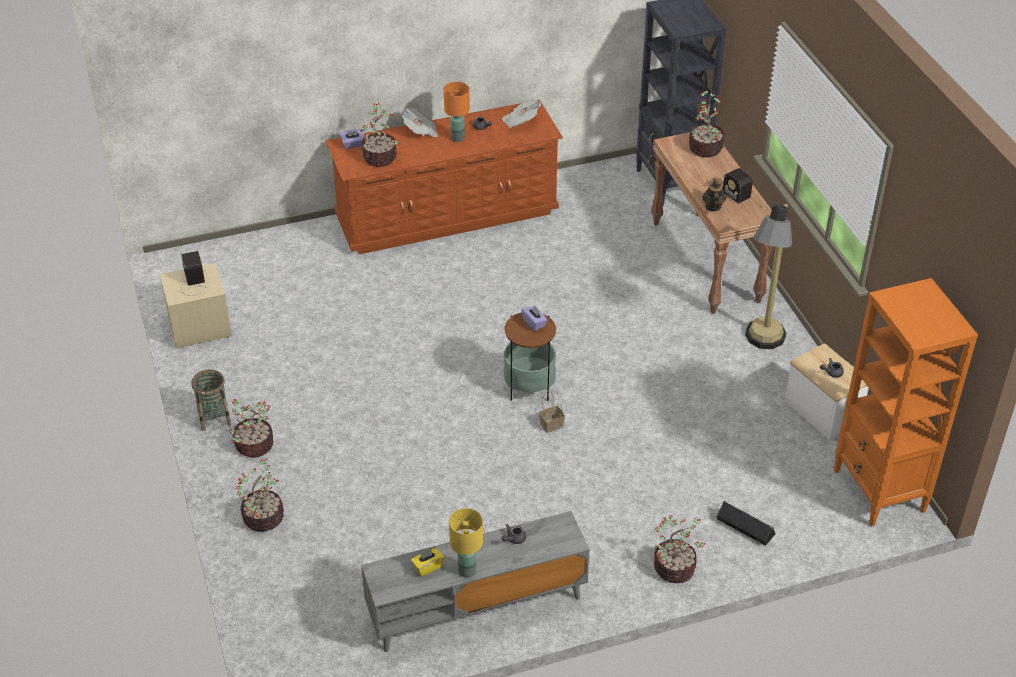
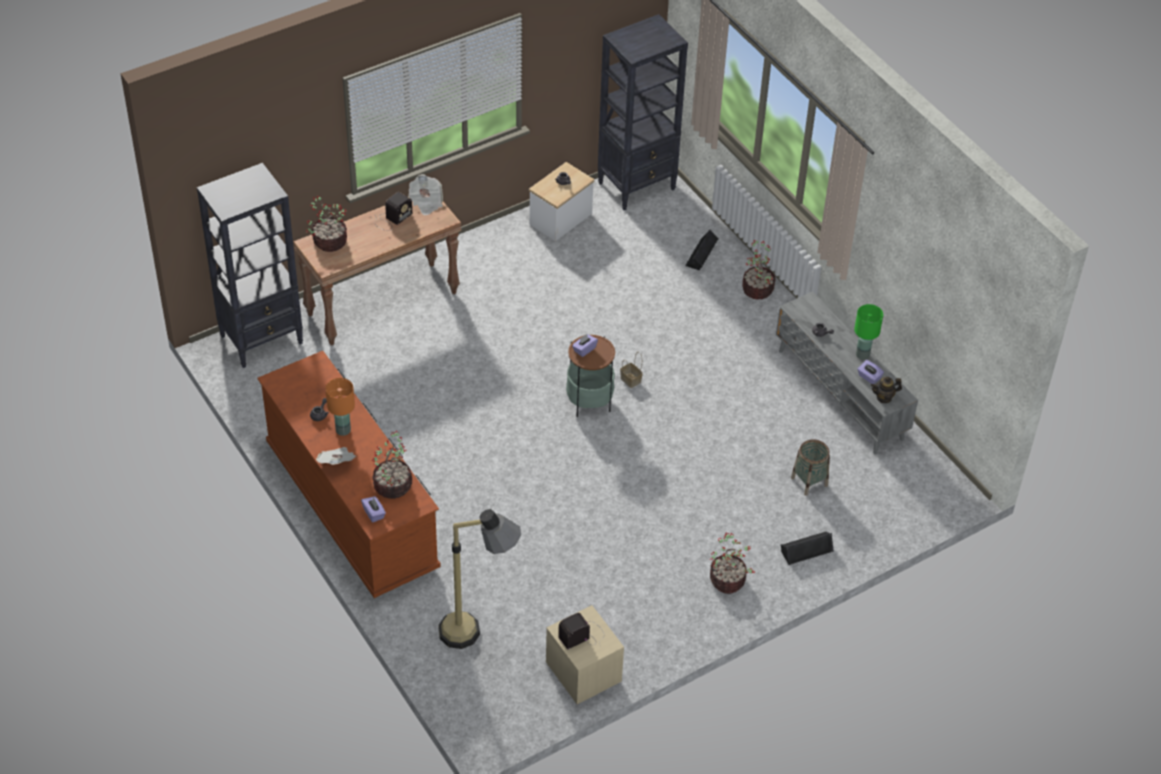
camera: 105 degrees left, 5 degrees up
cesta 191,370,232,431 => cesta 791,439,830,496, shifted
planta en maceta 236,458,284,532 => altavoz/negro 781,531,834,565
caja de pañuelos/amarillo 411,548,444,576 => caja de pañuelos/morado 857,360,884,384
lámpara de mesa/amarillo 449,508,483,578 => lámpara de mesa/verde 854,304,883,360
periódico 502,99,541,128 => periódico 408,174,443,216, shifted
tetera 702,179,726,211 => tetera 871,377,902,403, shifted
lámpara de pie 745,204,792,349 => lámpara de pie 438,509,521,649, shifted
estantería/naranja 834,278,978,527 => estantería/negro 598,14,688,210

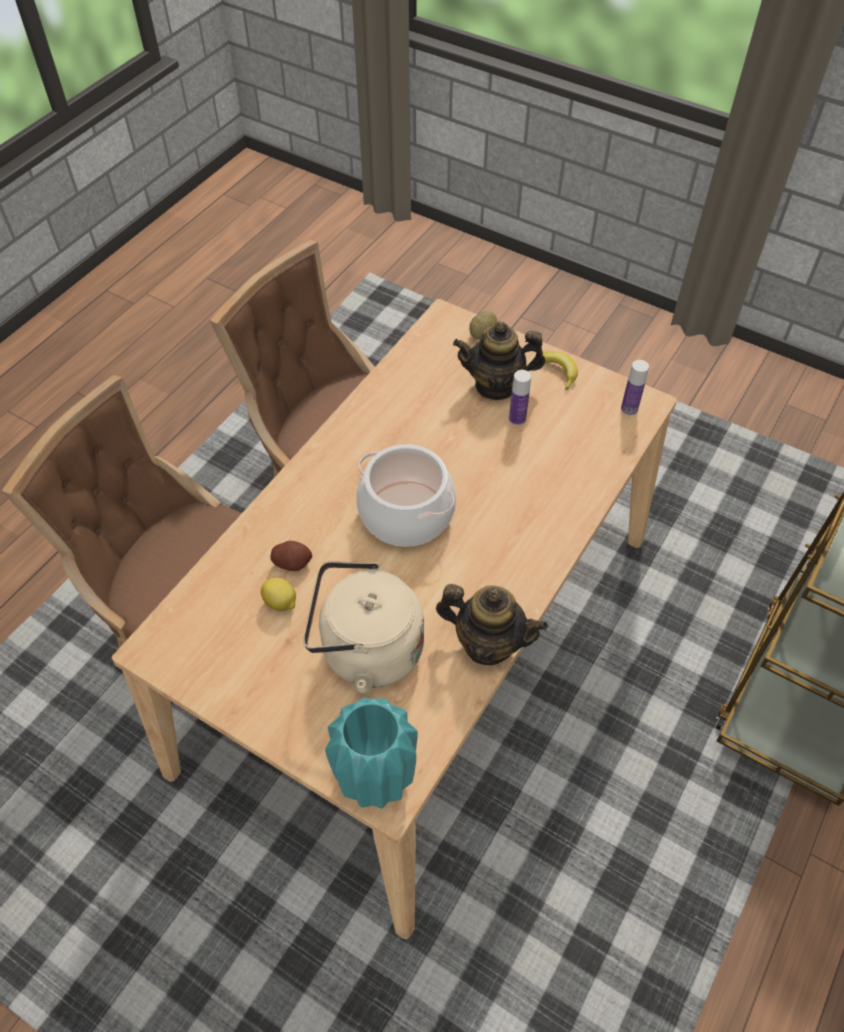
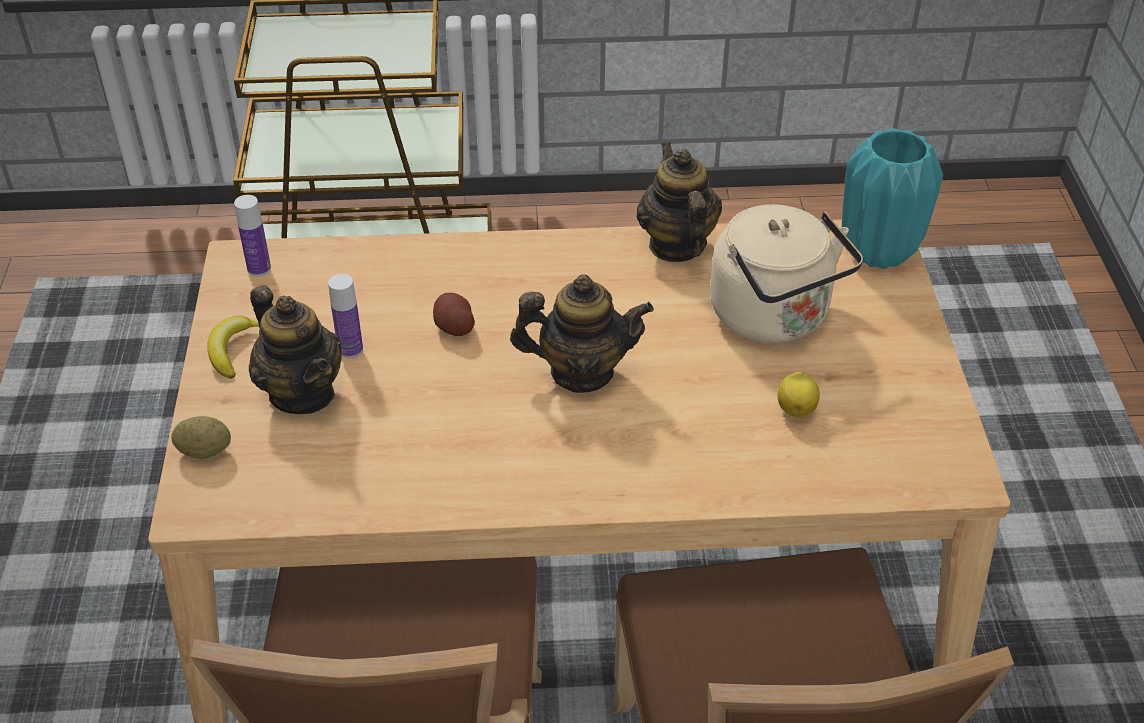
camera: 125 degrees left, 10 degrees down
patata 270,541,312,571 => patata 433,293,475,336, shifted
olla 356,444,456,547 => tetera 510,274,654,393

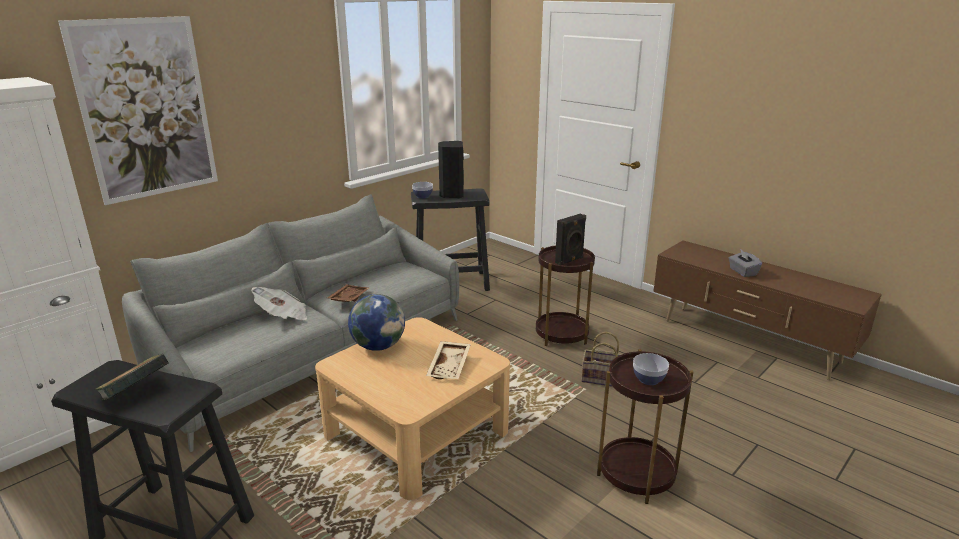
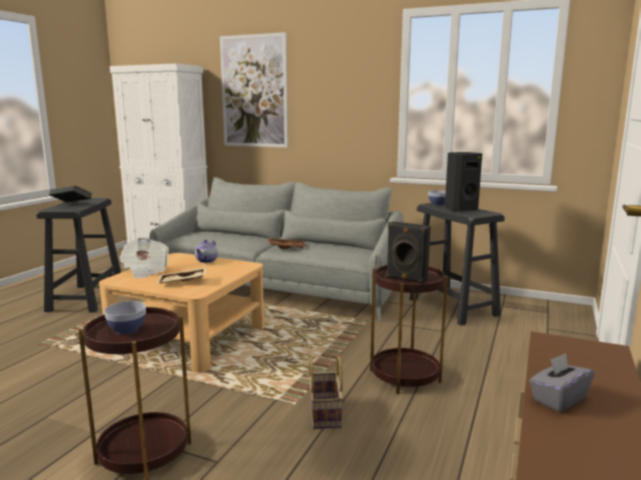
camera: 70 degrees right, 10 degrees down
periódico 251,287,307,320 => periódico 119,237,169,279, shifted
globo terráqueo 348,294,405,351 => tetera 195,240,218,263

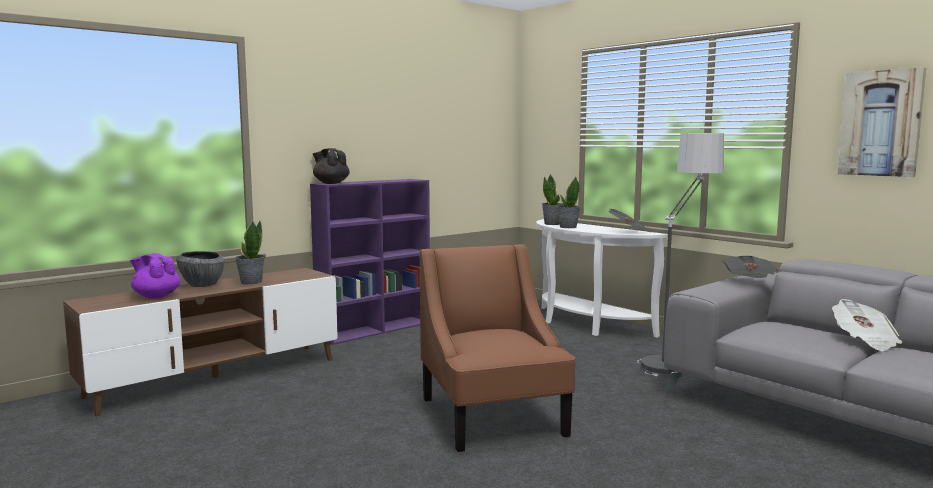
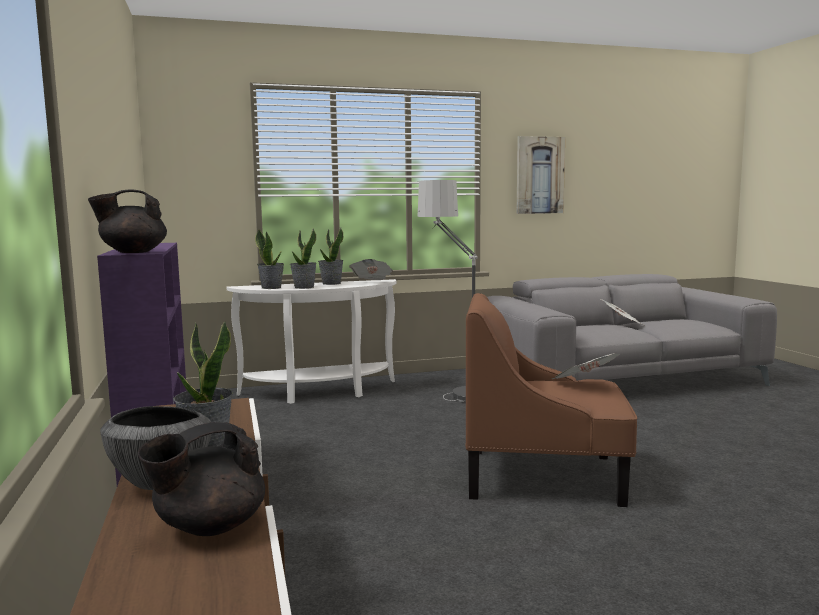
camera: 65 degrees left, 0 degrees up
tetera/morado 130,253,181,299 => tetera/negro 138,422,265,536
periódico 721,256,778,278 => periódico 552,353,620,379, shifted
nothing => planta en maceta 318,228,344,285

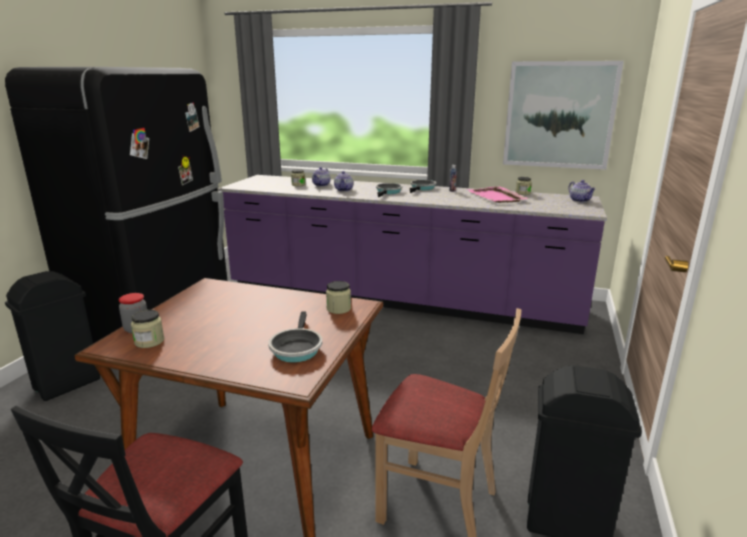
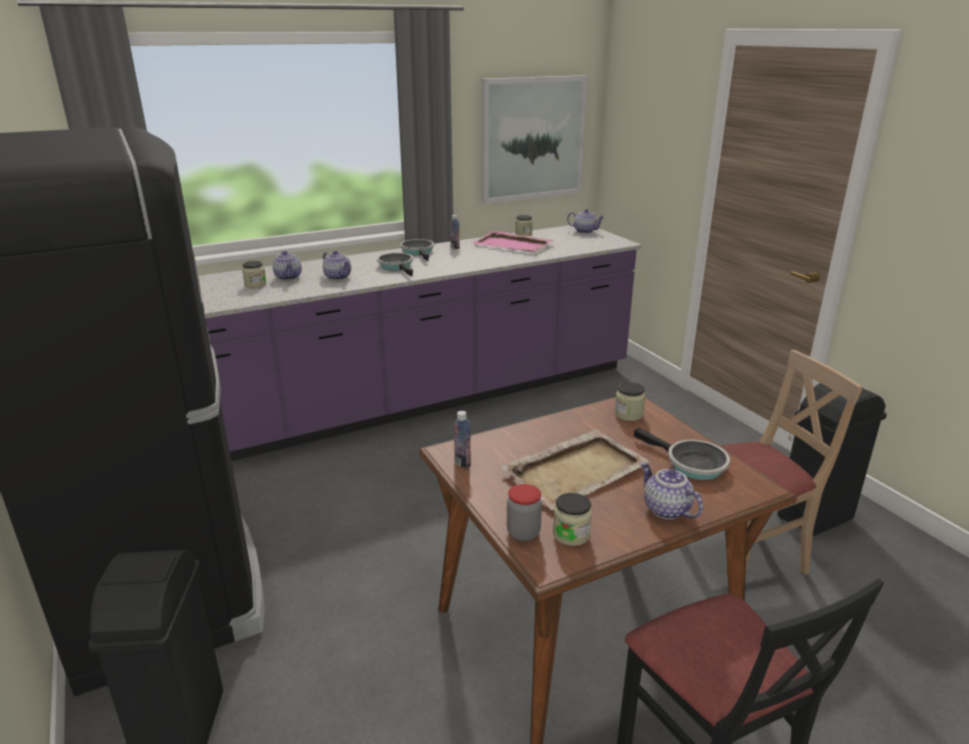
camera: 45 degrees left, 5 degrees up
nothing => botella 454,411,471,468
nothing => bandeja/beis 501,429,650,510
nothing => tetera 640,462,703,520

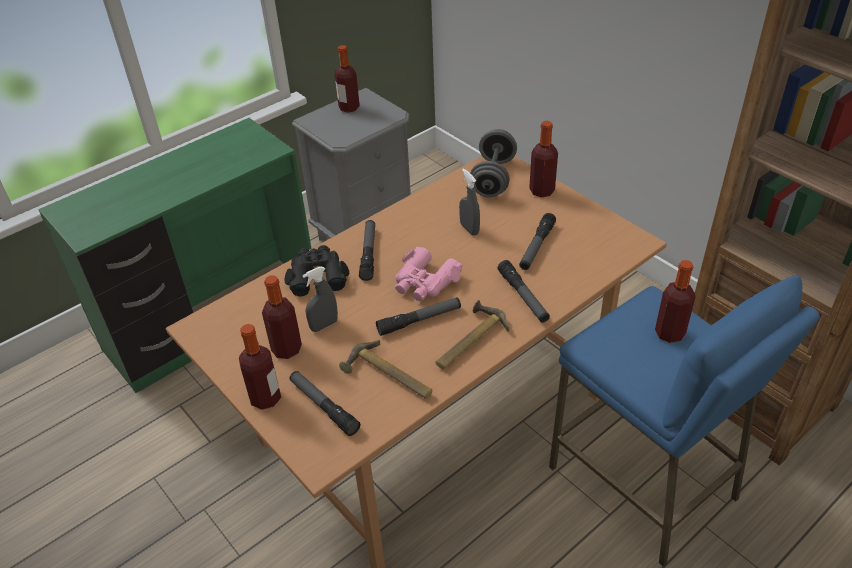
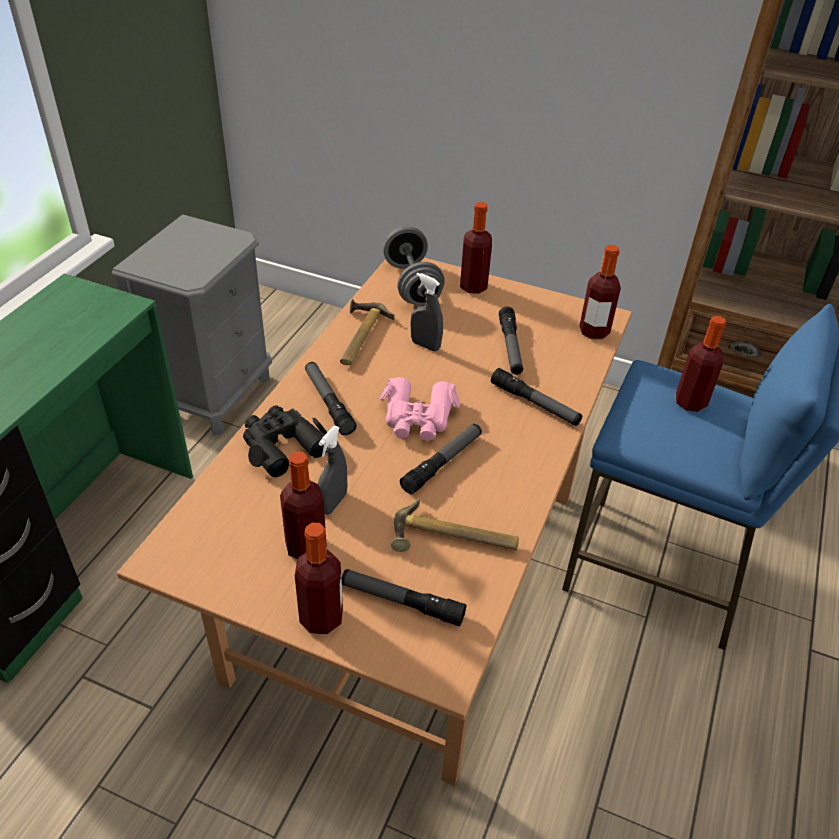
camera: 30 degrees left, 0 degrees up
botella 334,45,360,113 => botella 580,245,621,339, shifted
martillo 435,300,510,369 => martillo 340,299,395,365, shifted

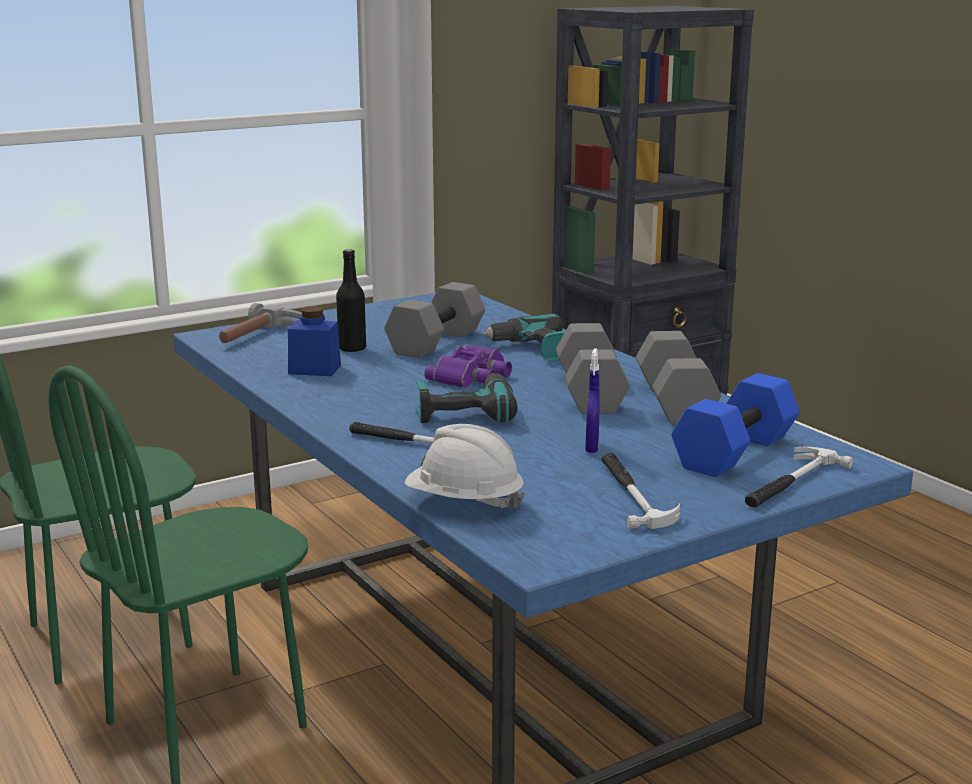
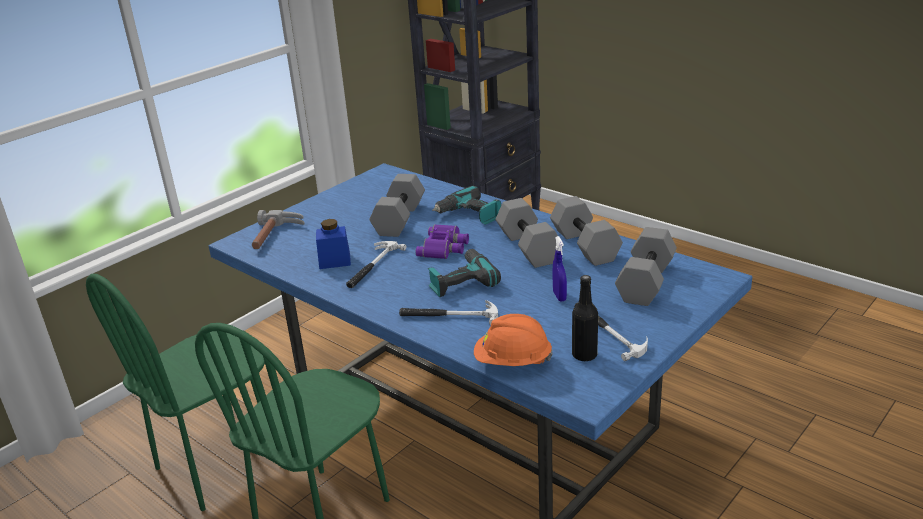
camera: 15 degrees left, 10 degrees up
botella/negro 336,249,366,352 => botella/negro 572,275,598,362, shifted
casco/blanco 405,424,525,510 => casco/naranja 474,314,553,366
mancuerna/azul 671,373,800,477 => mancuerna/gris 615,227,677,306
martillo 745,447,854,508 => martillo 346,241,406,288, shifted

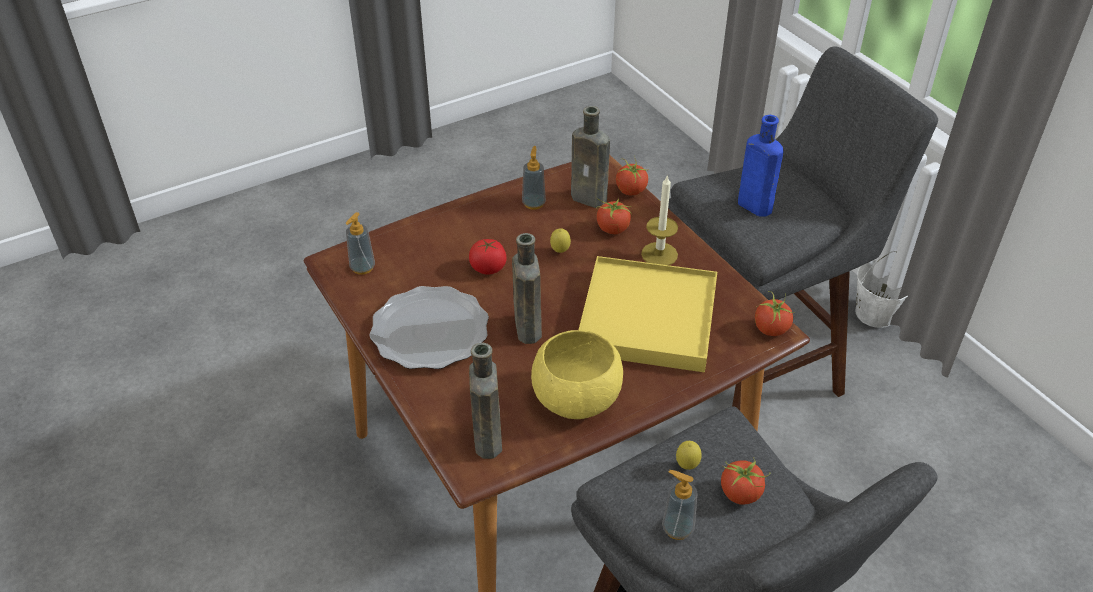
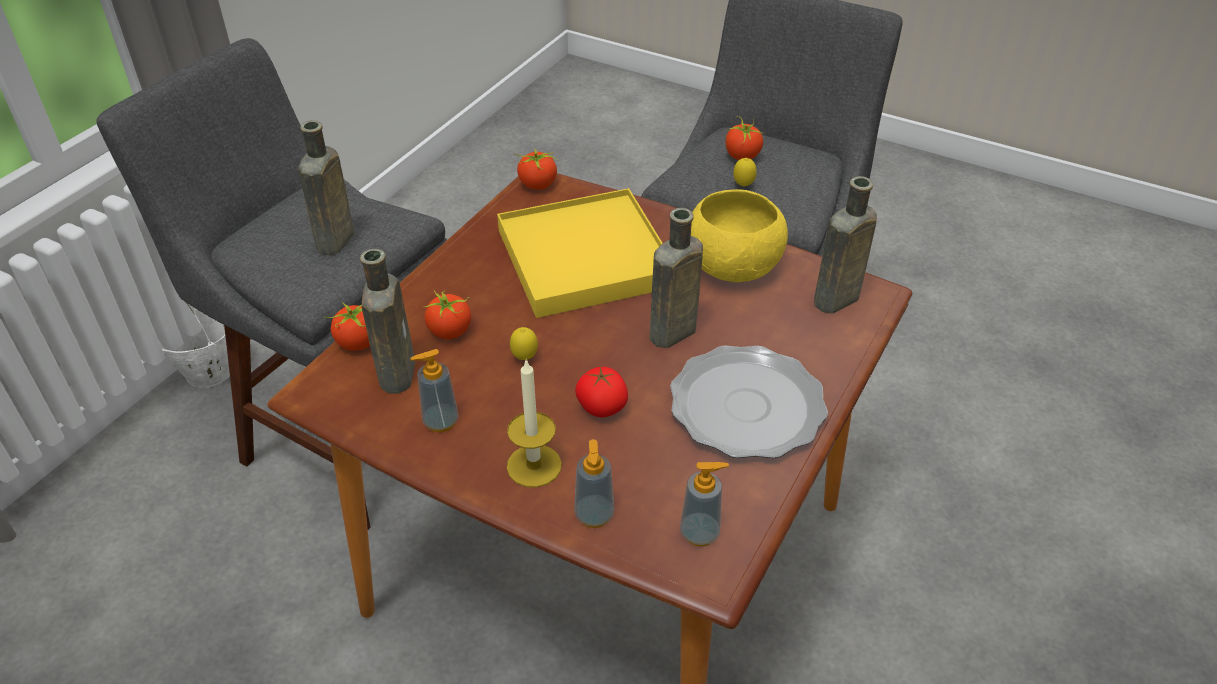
camera: 120 degrees left, 0 degrees up
vela 641,174,678,265 => vela 507,359,562,488, shifted
dispensador de jabón 662,470,698,540 => dispensador de jabón 574,439,614,528, shifted
botella/azul 738,115,783,217 => botella/marrón 298,120,354,255

